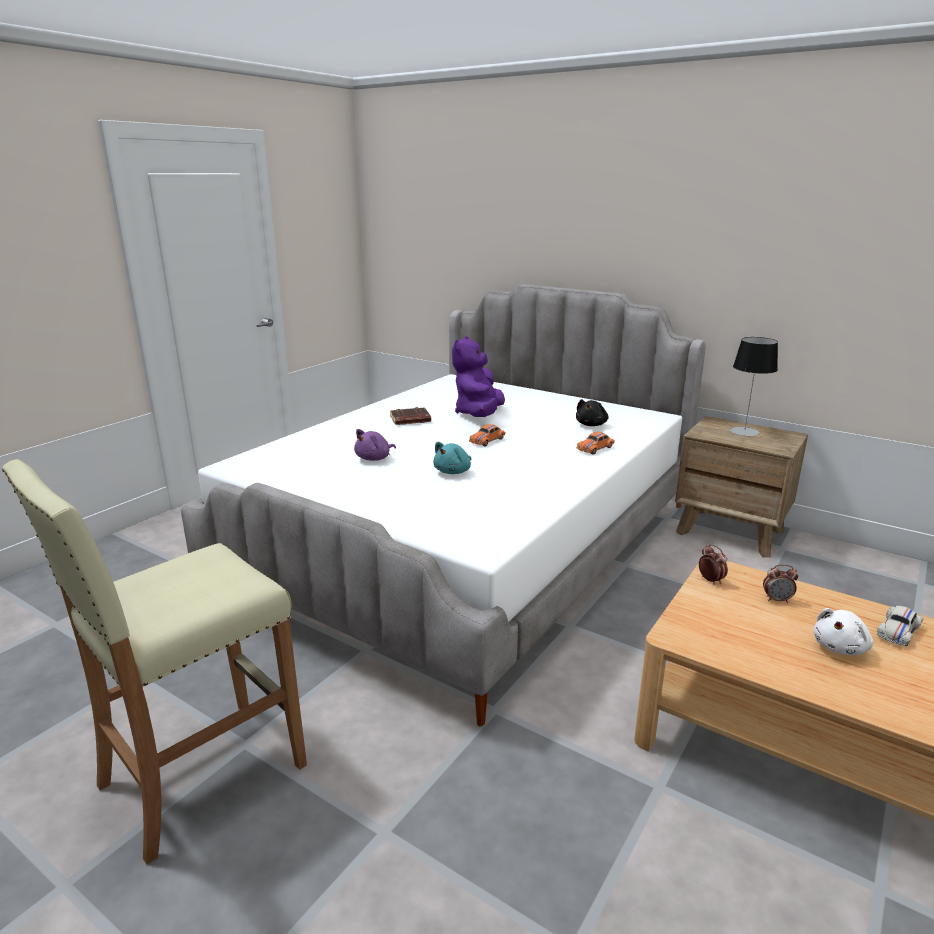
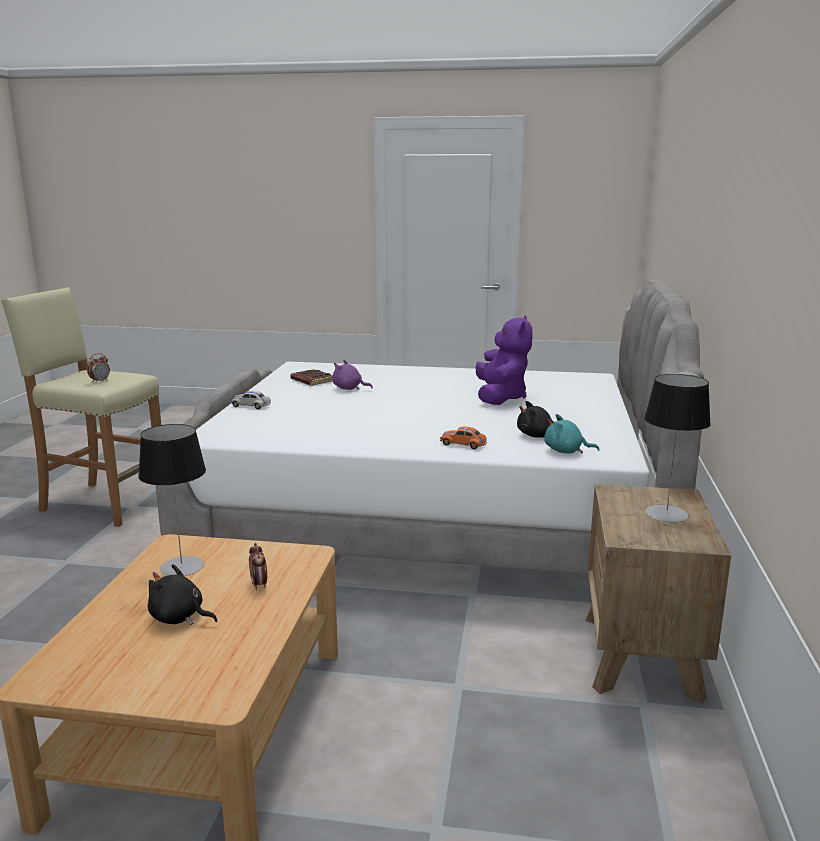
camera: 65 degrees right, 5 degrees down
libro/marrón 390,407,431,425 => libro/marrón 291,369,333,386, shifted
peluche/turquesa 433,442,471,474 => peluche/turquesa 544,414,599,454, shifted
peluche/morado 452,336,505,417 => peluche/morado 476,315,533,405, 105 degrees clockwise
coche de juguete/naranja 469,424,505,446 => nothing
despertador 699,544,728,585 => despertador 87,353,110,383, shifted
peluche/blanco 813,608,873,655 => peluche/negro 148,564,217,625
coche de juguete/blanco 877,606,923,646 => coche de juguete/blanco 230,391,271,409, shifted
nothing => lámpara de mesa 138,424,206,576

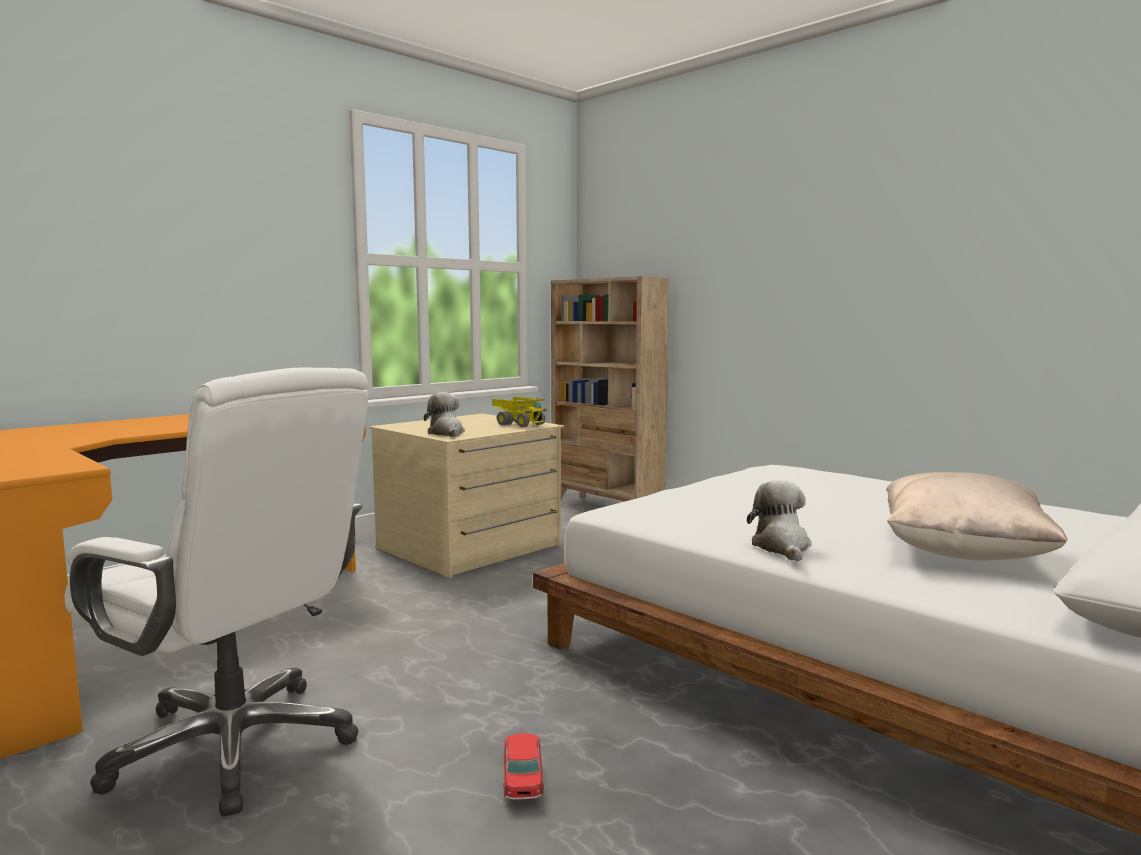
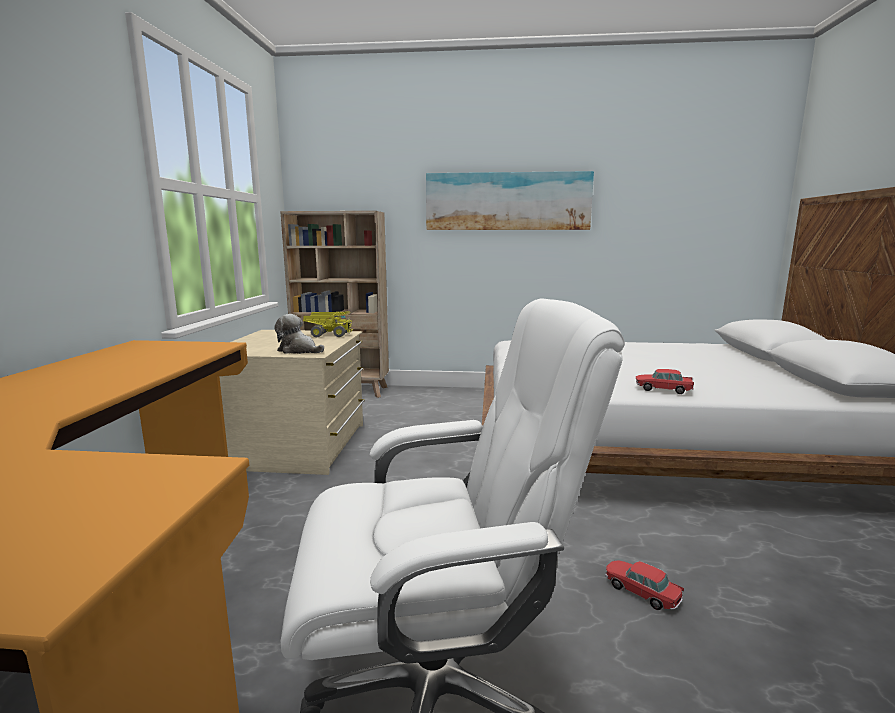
camera: 40 degrees left, 5 degrees up
peluche 747,480,812,562 => coche de juguete 636,369,694,394
cojín/beis 886,472,1068,561 => nothing
nothing => cuadro 426,171,594,230

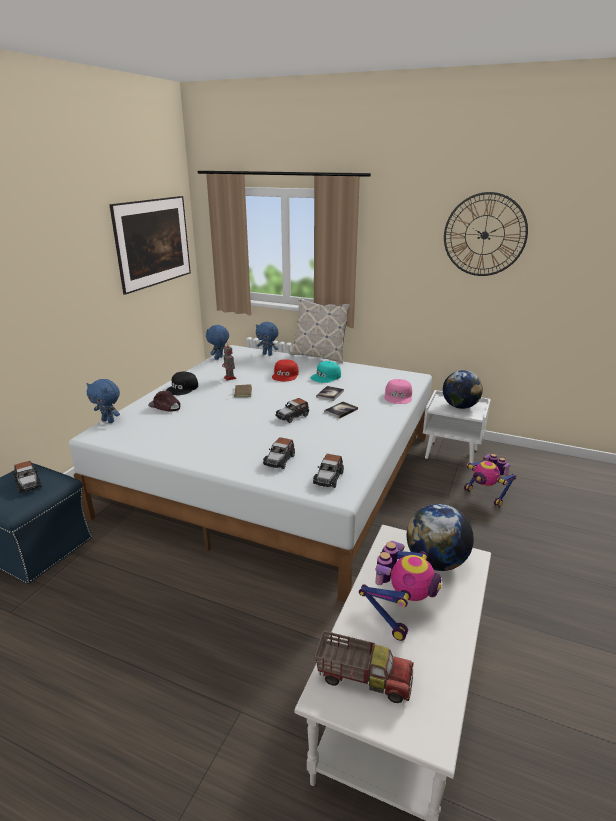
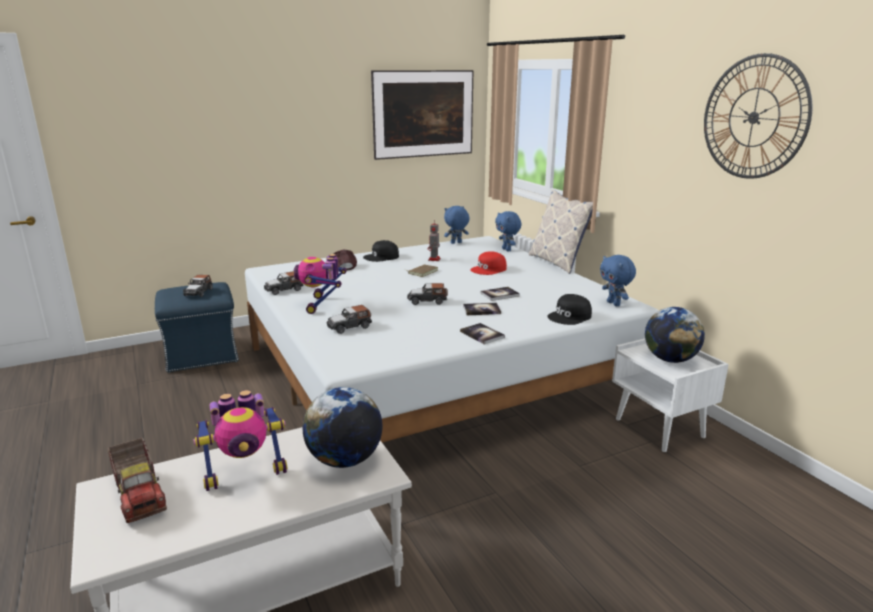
camera: 40 degrees right, 5 degrees down
peluche/azul 87,379,120,423 => peluche/azul 600,255,636,306, shifted
gorra/turquesa 311,361,341,383 => nothing
coche de juguete 313,454,344,488 => coche de juguete 264,272,304,295, shifted
gorra/rosa 384,379,412,404 => gorra/negro 547,294,592,325
robot de juguete 464,454,517,507 => robot de juguete 293,254,347,314, shifted
nothing => libro 460,323,505,345

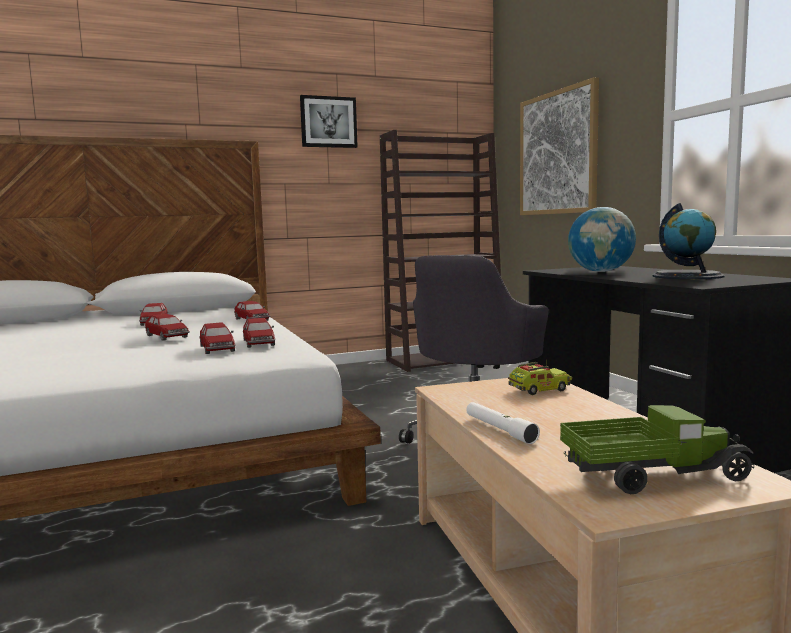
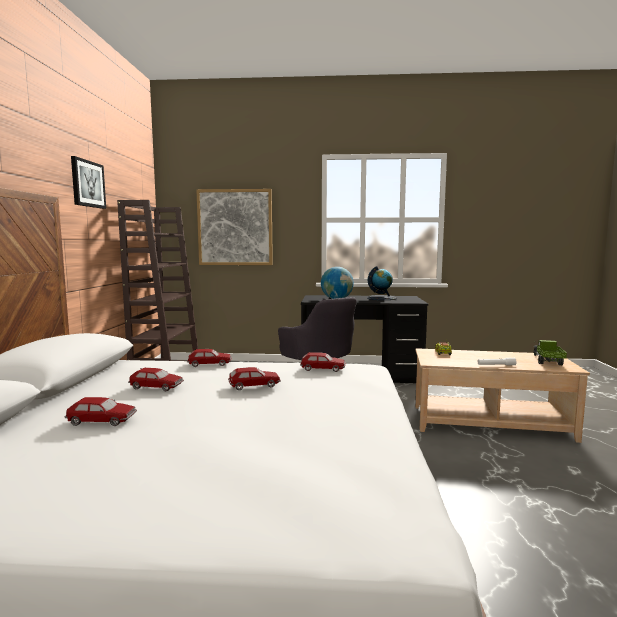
camera: 65 degrees left, 0 degrees up
coche de juguete 199,322,235,354 => coche de juguete 65,397,137,426, shifted

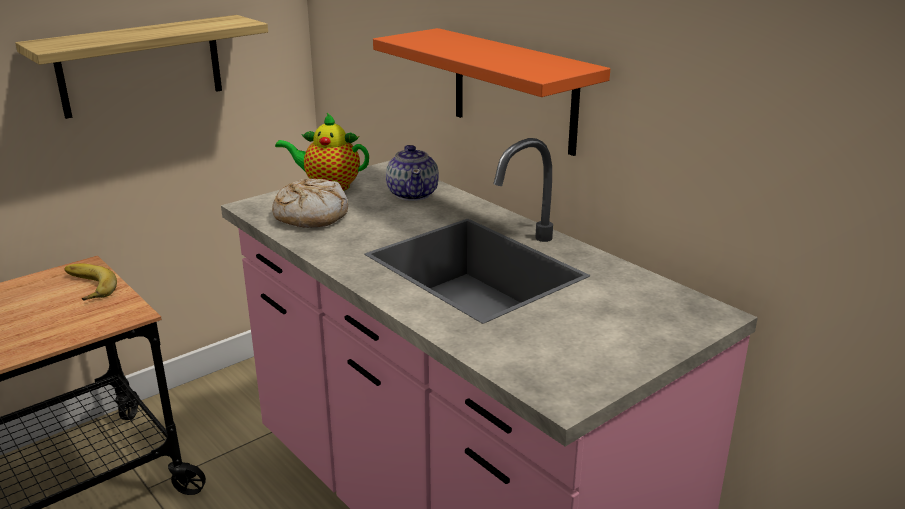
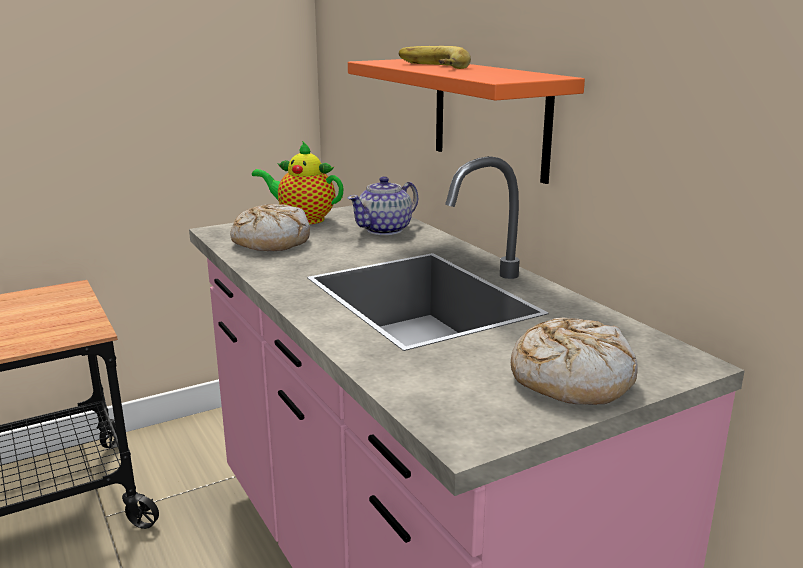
camera: 10 degrees right, 5 degrees down
estante 15,15,268,119 => nothing
plátano 64,264,117,301 => plátano 399,46,471,69, shifted
tetera 386,145,439,201 => tetera 348,176,418,235, 45 degrees clockwise
nothing => pan 511,318,637,405

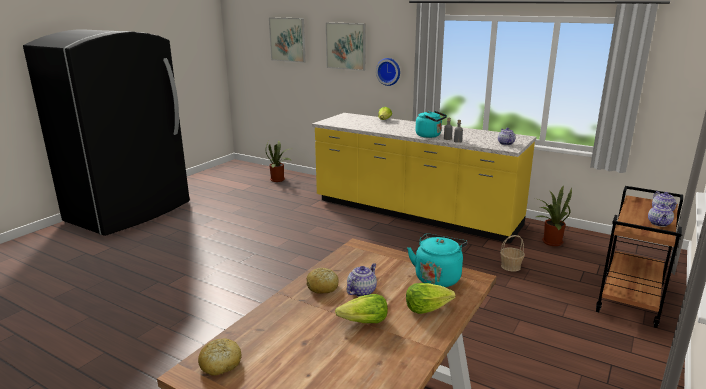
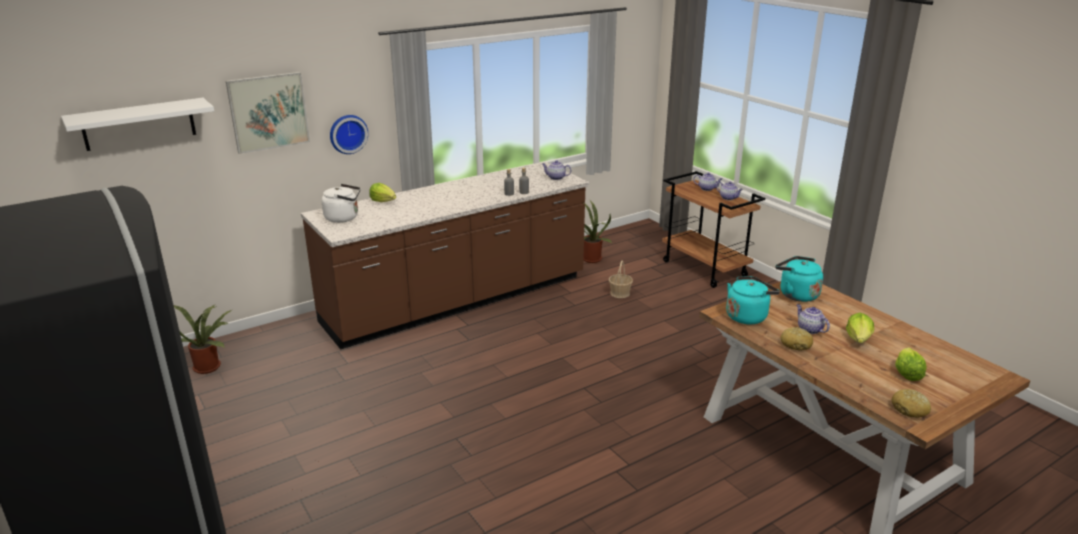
camera: 65 degrees left, 5 degrees up
cuadro 269,17,305,63 => estante/blanco 61,98,214,151
mueble bajo de cocina/amarillo 312,113,536,243 => mueble bajo de cocina/marrón 301,161,589,349
lechuga 406,283,456,314 => lechuga 895,348,927,381, shifted
hervidor/turquesa 416,111,447,138 => hervidor/turquesa 726,276,780,324, shifted
nothing => hervidor/blanco 322,184,361,223

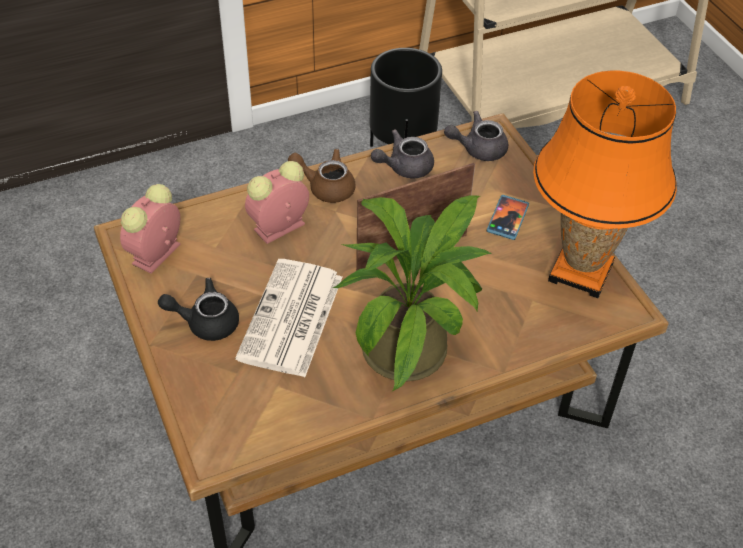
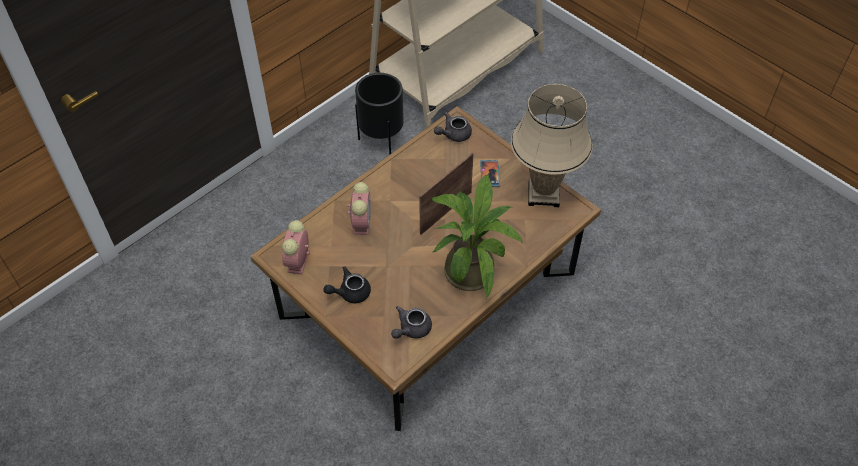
camera: 20 degrees left, 5 degrees up
periódico 235,259,342,377 => nothing
despertador 245,161,309,244 => despertador 347,182,371,235, 150 degrees clockwise
tetera/marrón 288,149,356,203 => nothing
tetera/gris 371,129,434,179 => tetera/gris 391,306,432,339, shifted
lámpara de mesa/naranja 533,70,677,298 => lámpara de mesa/beis 511,84,593,207

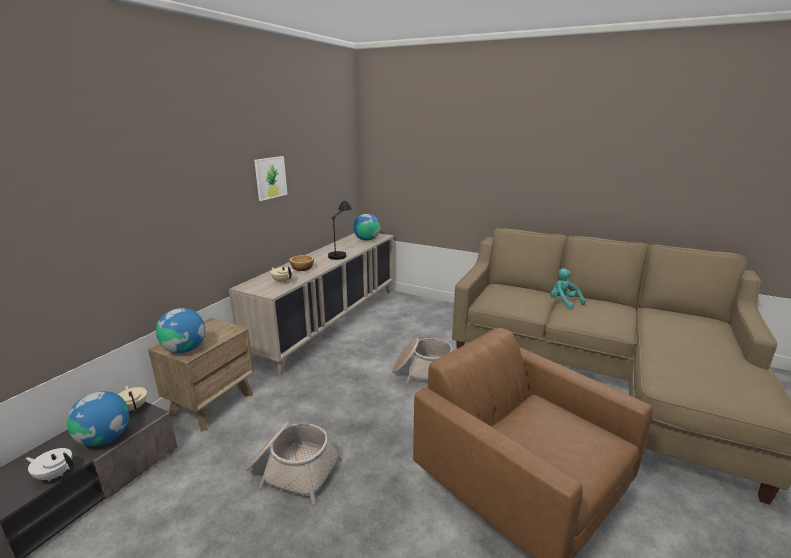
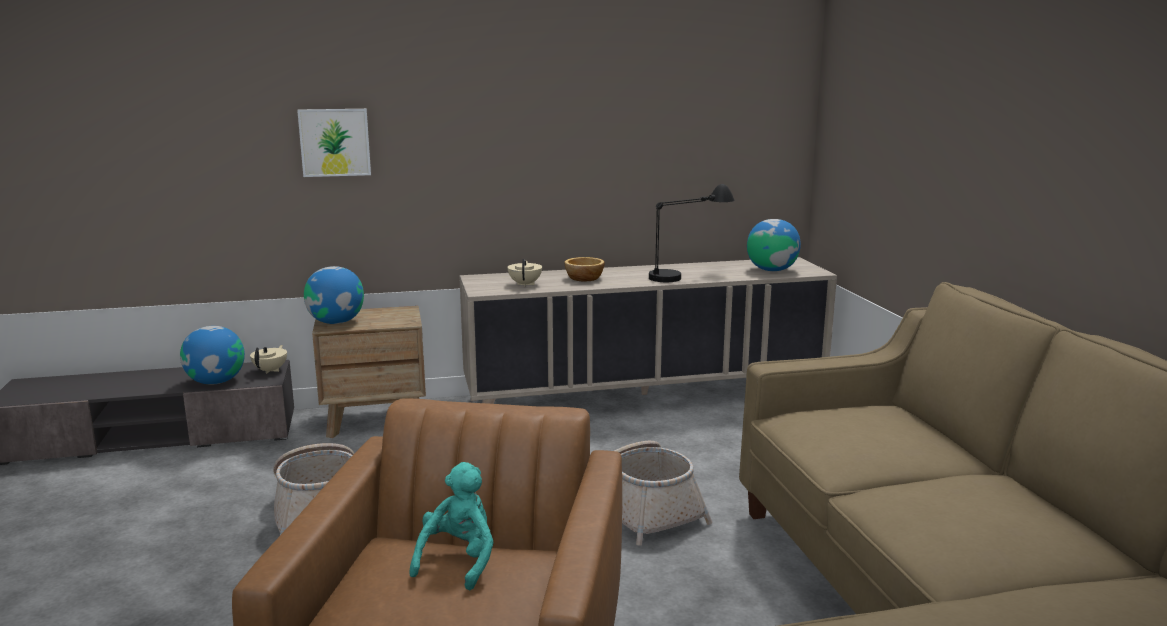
camera: 50 degrees right, 5 degrees down
tetera/blanco 26,448,73,481 => nothing
cuadro 254,156,287,201 => cuadro 297,109,371,177, shifted
peluche/turquesa 550,268,585,309 => peluche/turquesa 409,462,494,590, shifted

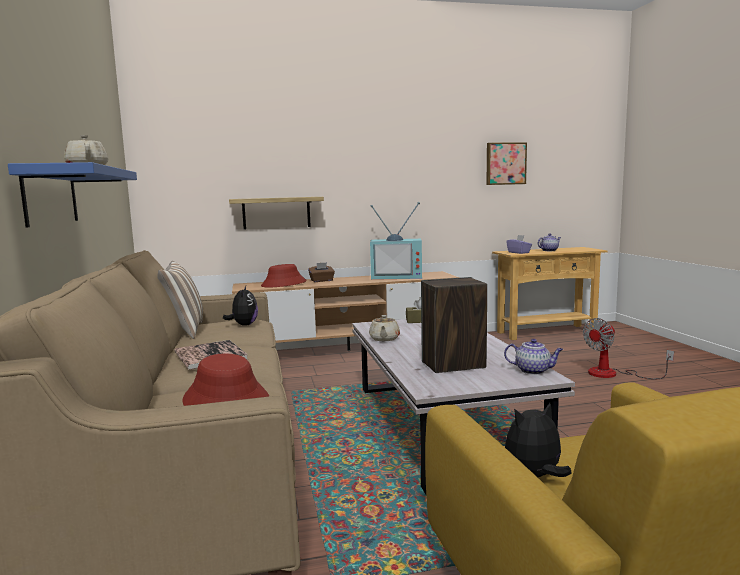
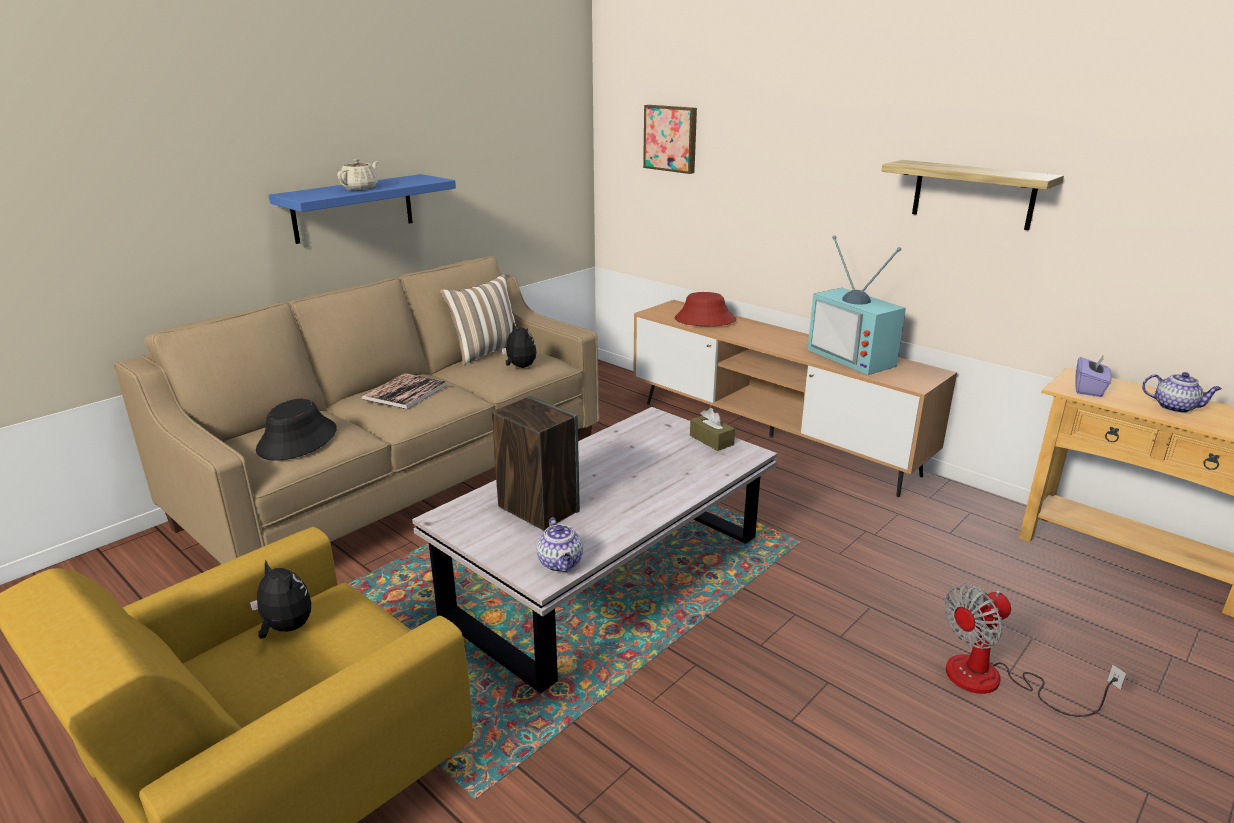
camera: 55 degrees right, 15 degrees up
sombrero/rojo 182,353,269,406 => sombrero/negro 256,399,337,461
peluche 223,286,258,326 => peluche 502,323,537,368, 90 degrees counterclockwise
estante 229,197,324,230 => estante 882,160,1064,230, shifted
caja de pañuelos/marrón 308,262,335,282 => nothing
tetera/beis 369,315,400,341 => nothing
cuadro 487,142,527,185 => cuadro 643,105,697,174, shifted
ventilador 583,318,674,379 => ventilador 945,583,1126,717, 45 degrees counterclockwise

